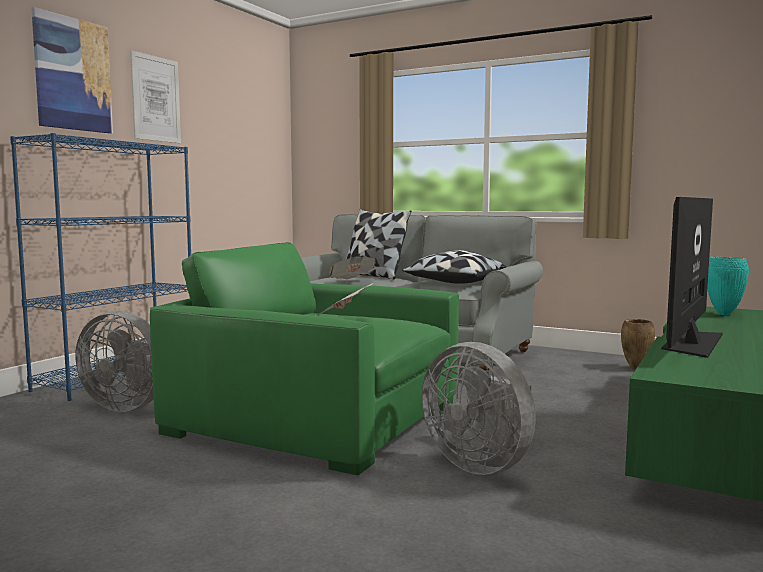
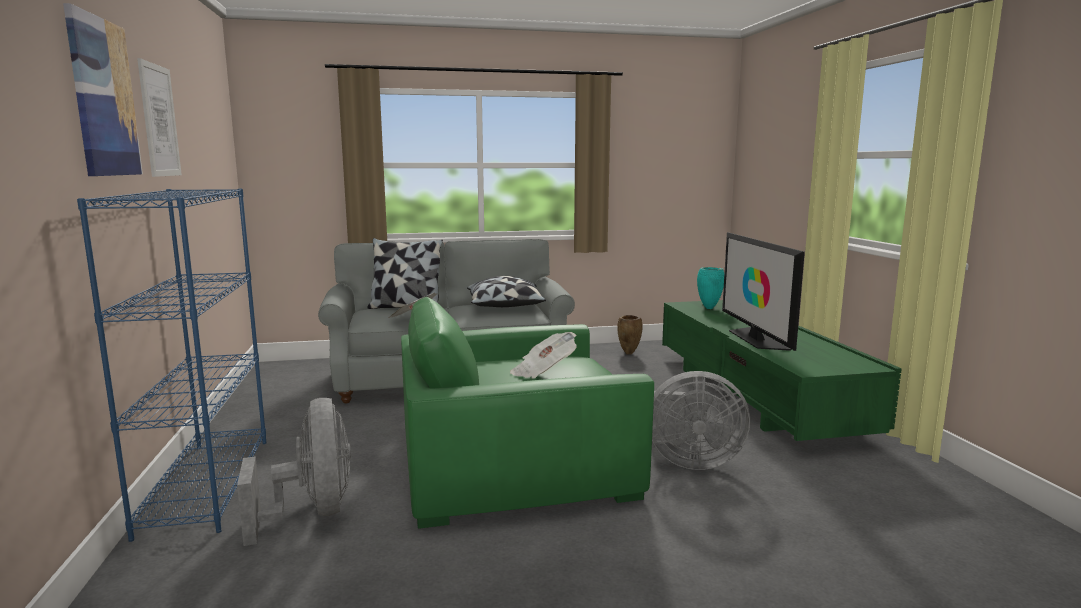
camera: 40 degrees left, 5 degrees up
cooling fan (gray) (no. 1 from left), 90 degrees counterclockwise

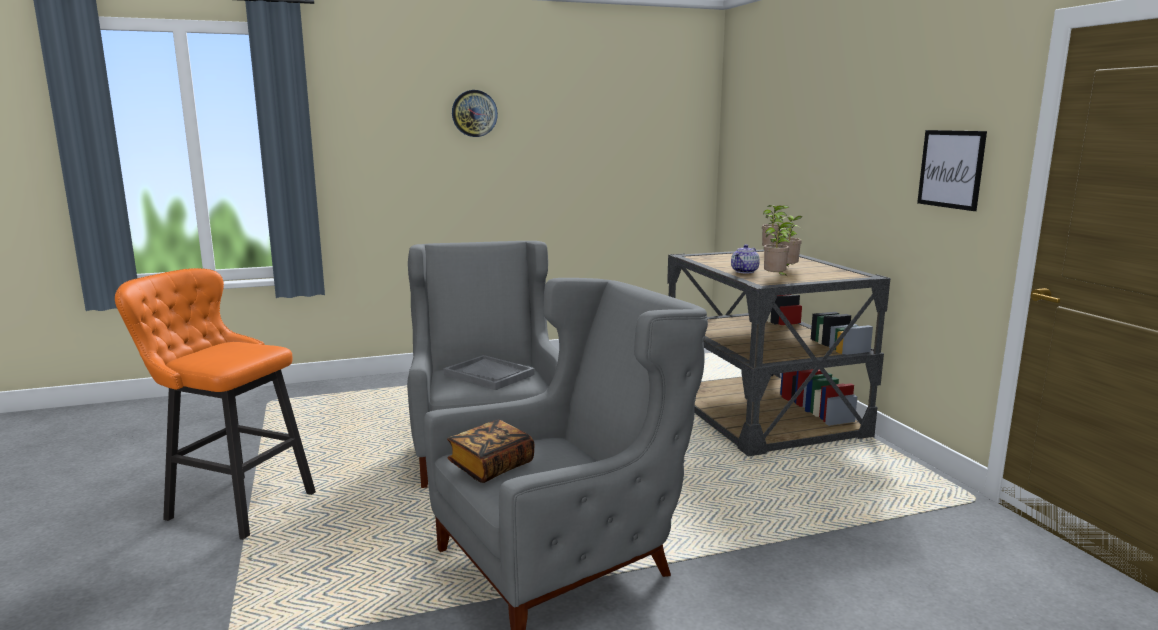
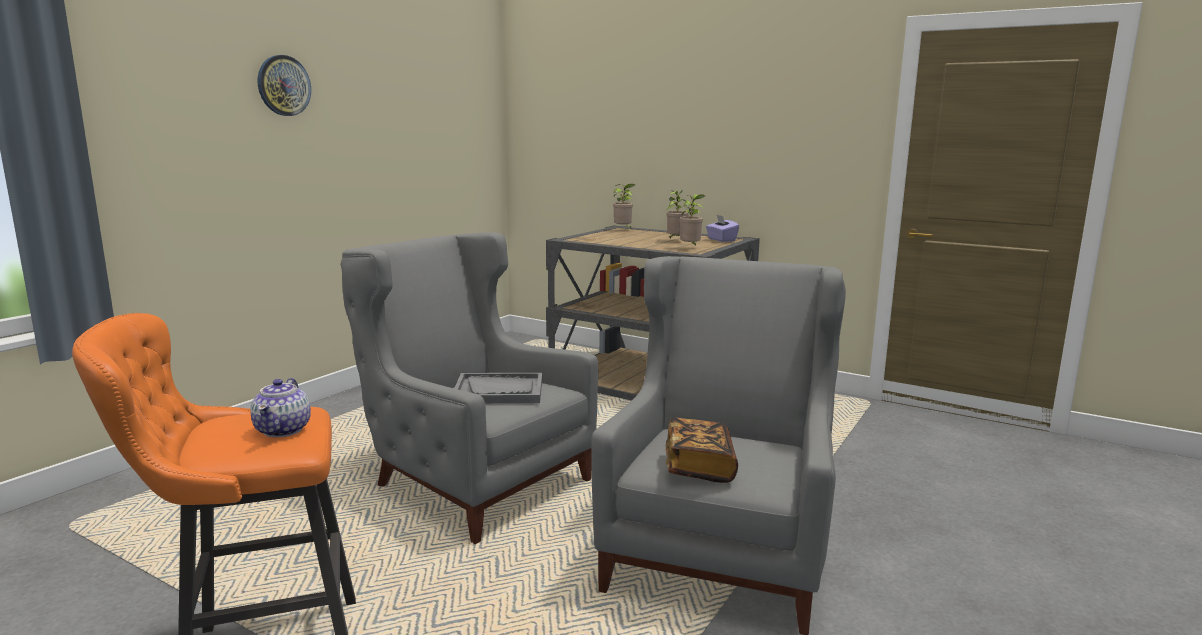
camera: 40 degrees left, 0 degrees up
wall art → -
teapot, relocated
- → tissue box (purple-coloured)

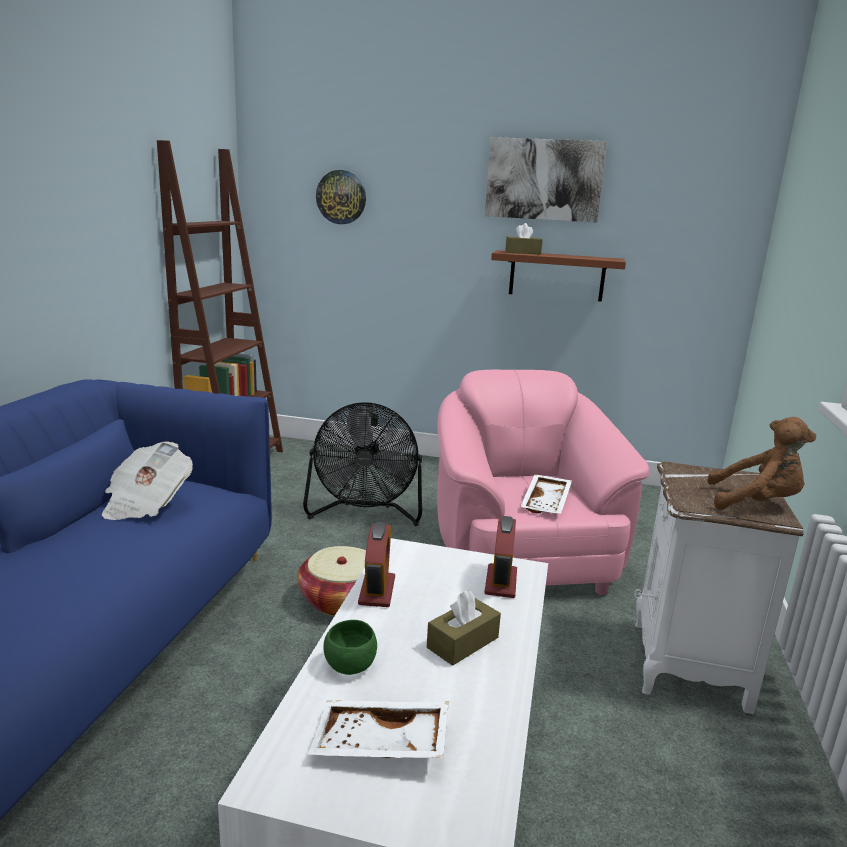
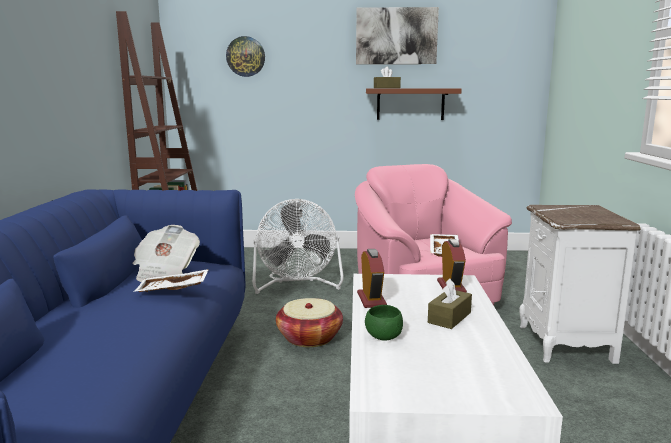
camera: 10 degrees left, 5 degrees down
cooling fan (black-coloured) → cooling fan (white)
cuddly toy (brown) → -
carrying tray (white) (no. 1 from left), relocated

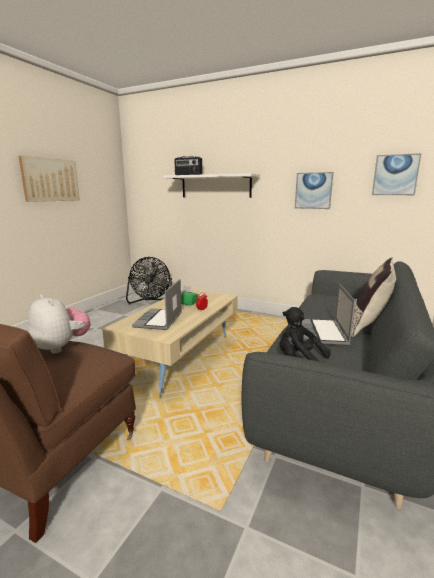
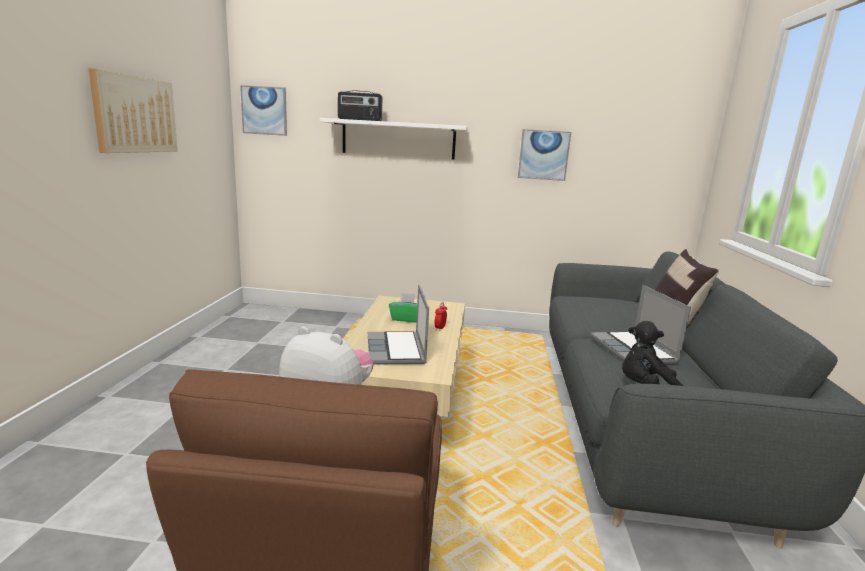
camera: 20 degrees left, 0 degrees up
wall art (no. 3 from left in the first image) → wall art (no. 2 from left), relocated
cooling fan (black-coloured) → -

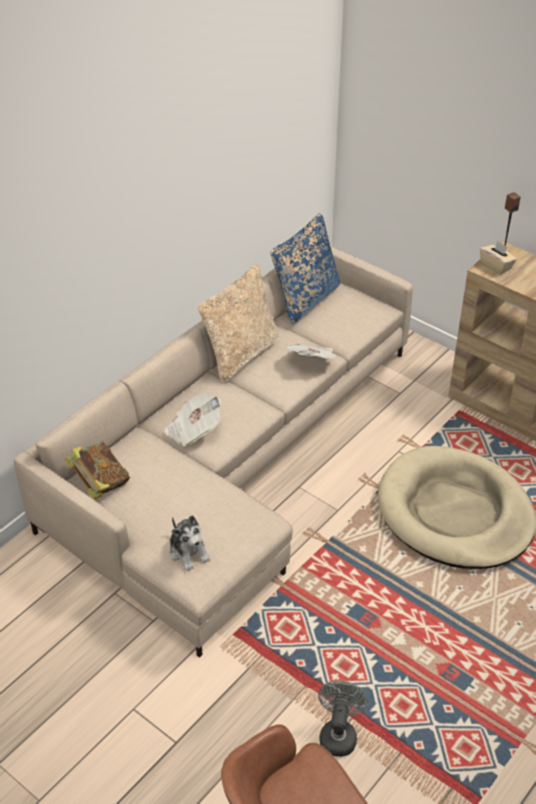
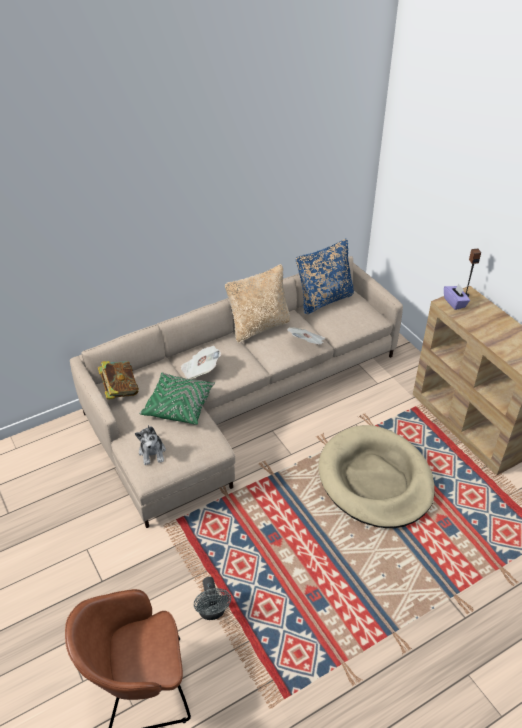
camera: 20 degrees right, 0 degrees up
tissue box (beige-coloured) → tissue box (purple-coloured)
cooling fan (gray), 135 degrees clockwise
- → throw pillow (green)

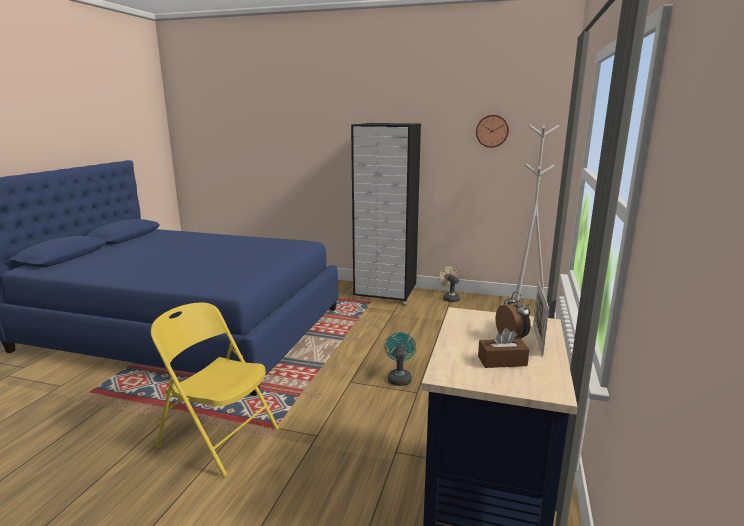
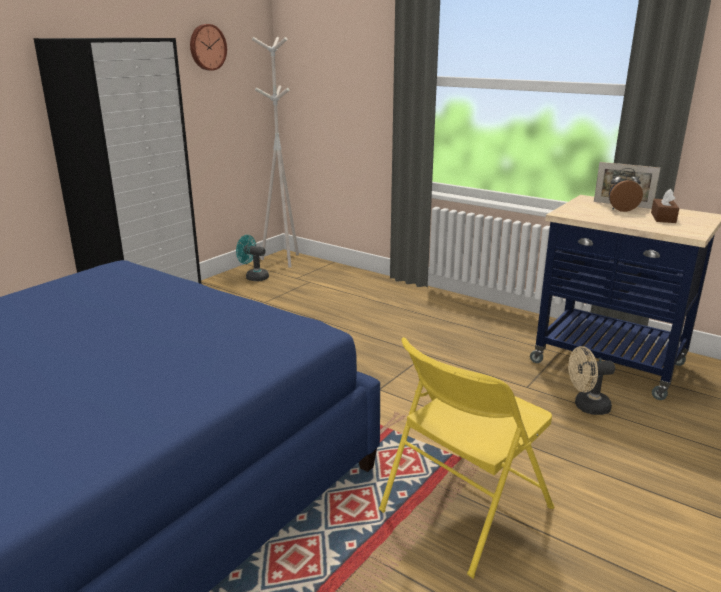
camera: 70 degrees left, 5 degrees up
cooling fan (beige-coloured), relocated
cooling fan (blue-green), relocated

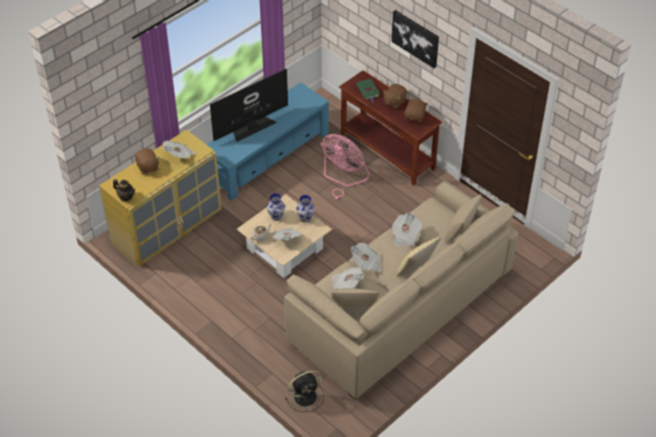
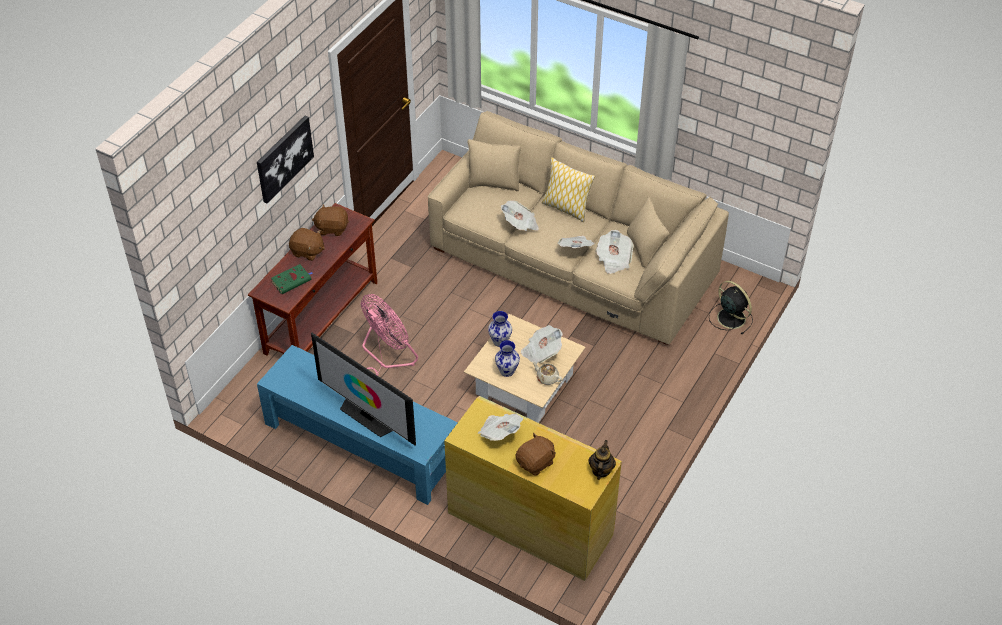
camera: 105 degrees left, 0 degrees up
cooling fan (pink), 120 degrees clockwise

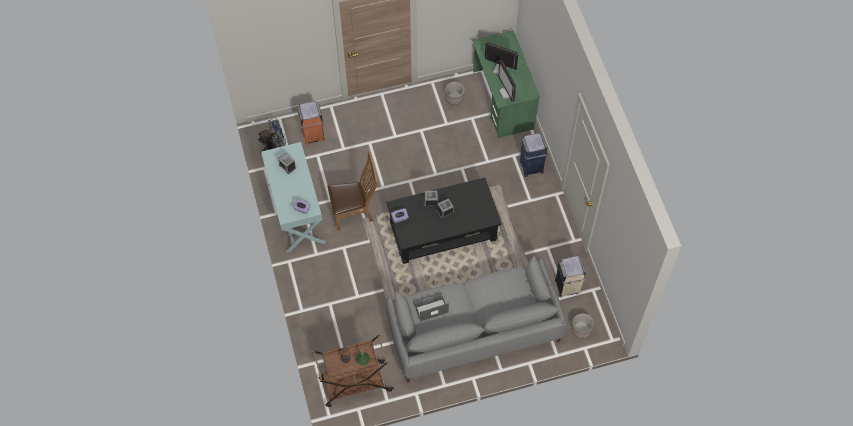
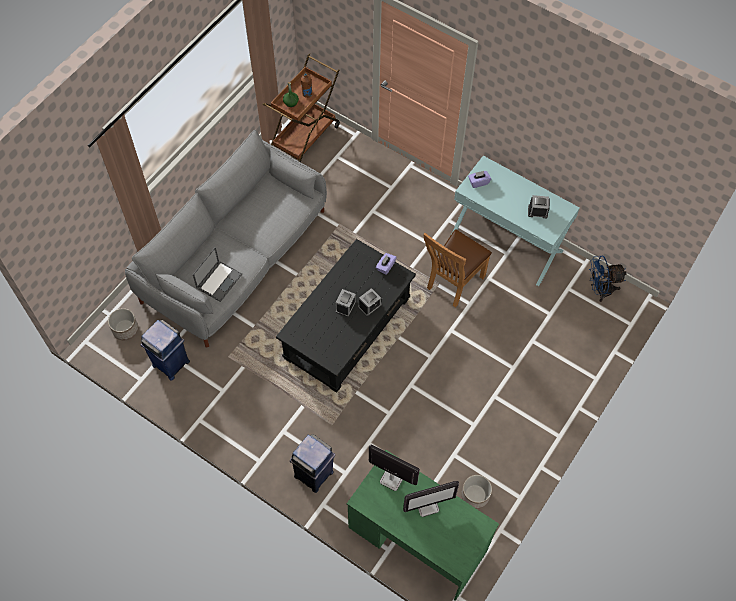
camera: 140 degrees right, 0 degrees up
rubbish bin (orange-coloured) → -
cooling fan (blue), 60 degrees clockwise
rubbish bin (beige-coloured) → rubbish bin (blue) (no. 1 from left)
laptop, relocated

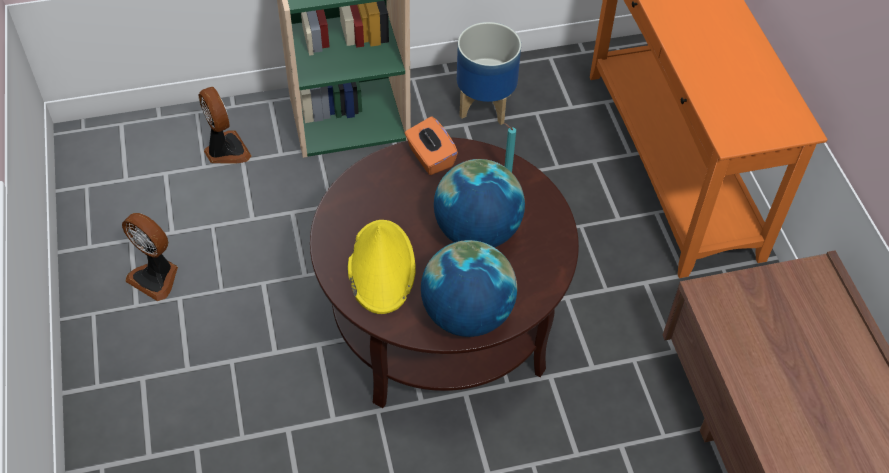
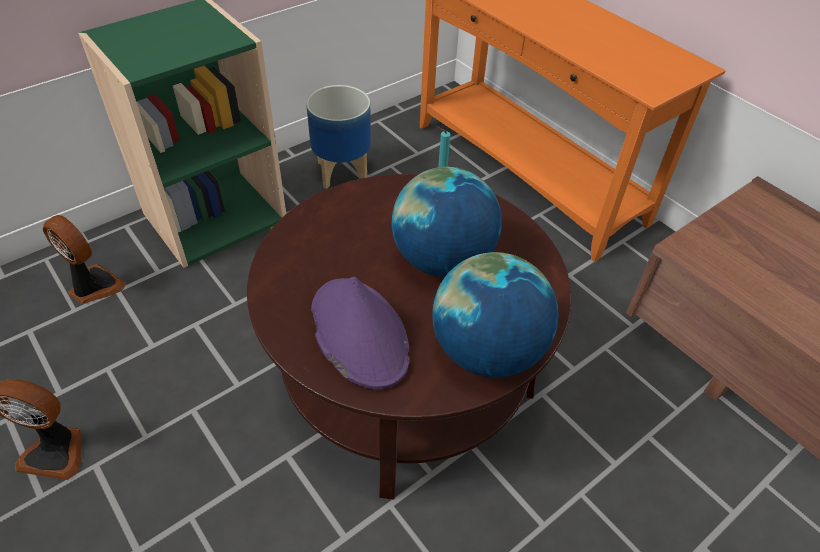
camera: 25 degrees left, 5 degrees down
tissue box (orange-coloured) → -
clothing hat (yellow) → clothing hat (purple-coloured)

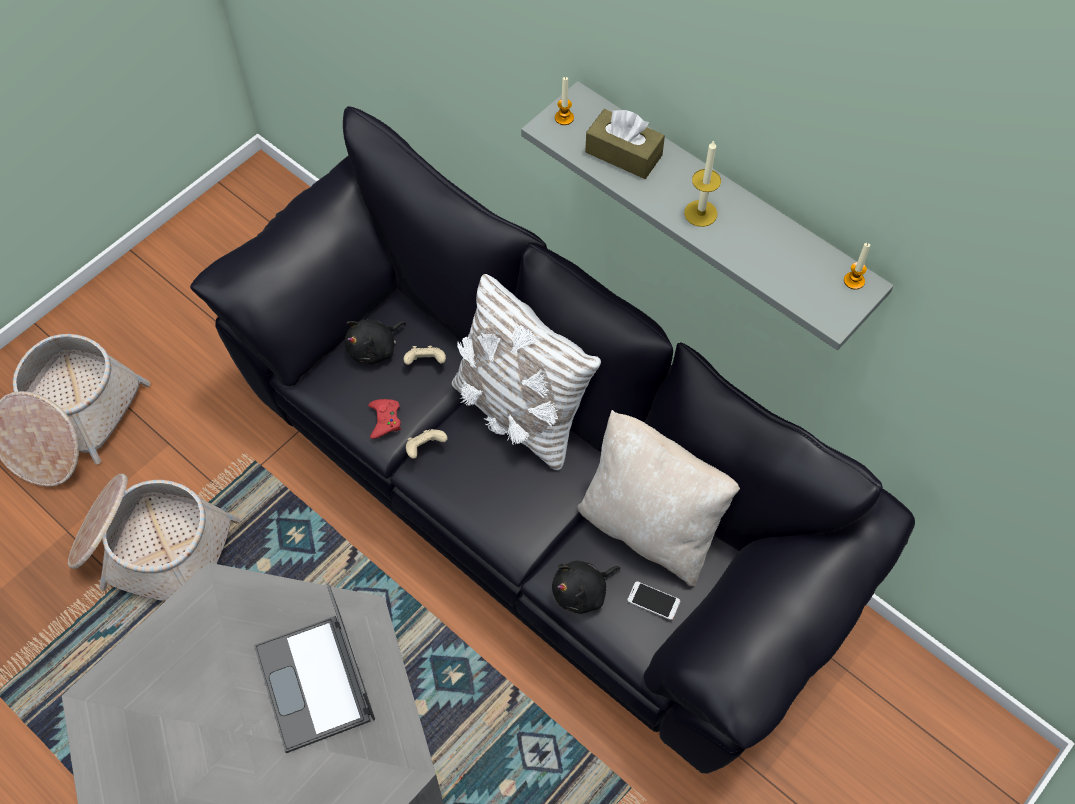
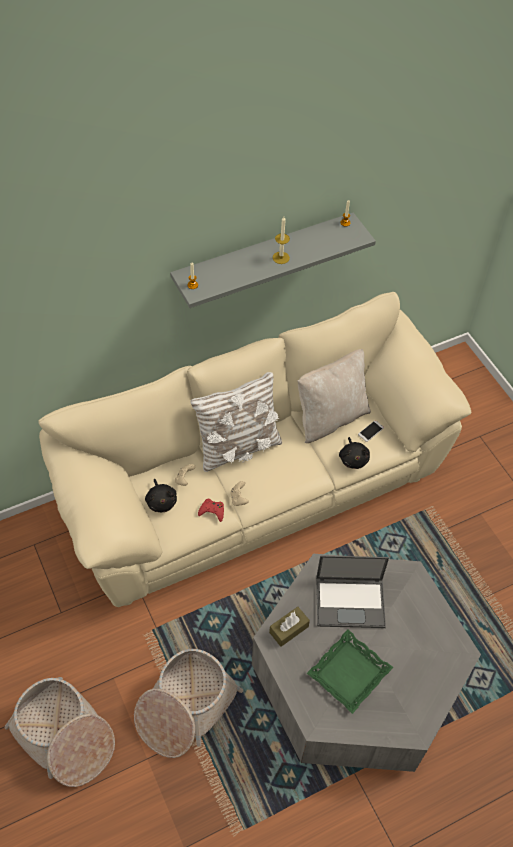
camera: 70 degrees left, 5 degrees down
settee (black-coloured) → settee (beige-coloured)
tissue box (brown), relocated
- → carrying tray (green)

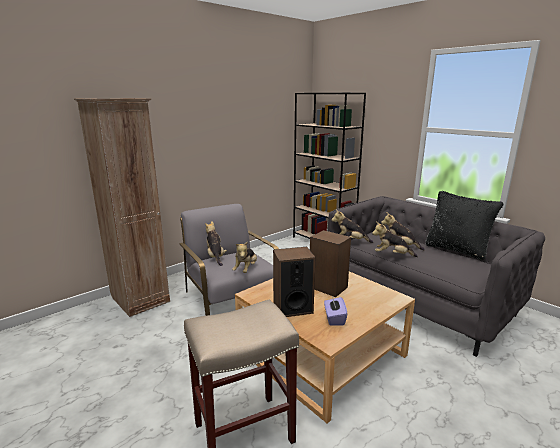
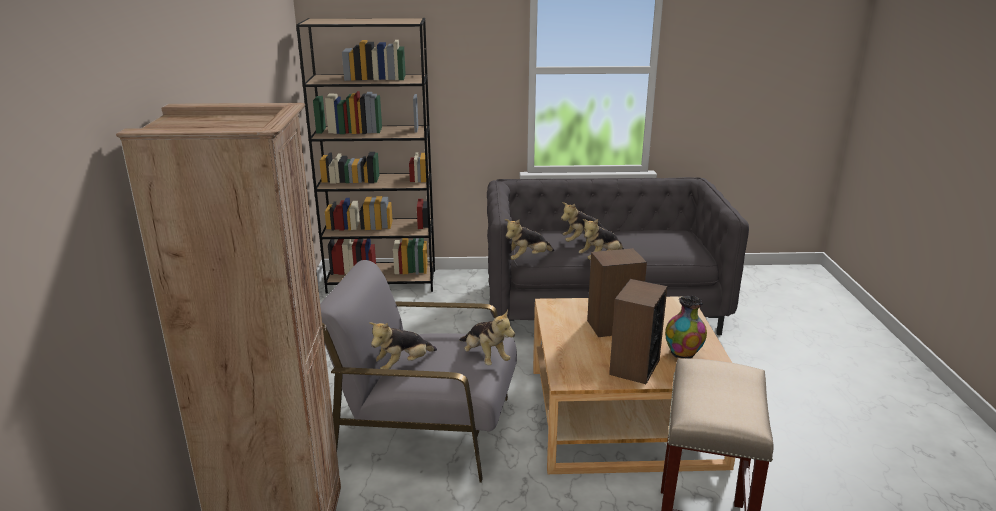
camera: 50 degrees left, 5 degrees up
throw pillow (black-coloured) → -
cuddly toy (no. 1 from left), 60 degrees counterclockwise
tissue box (purple-coloured) → vase

